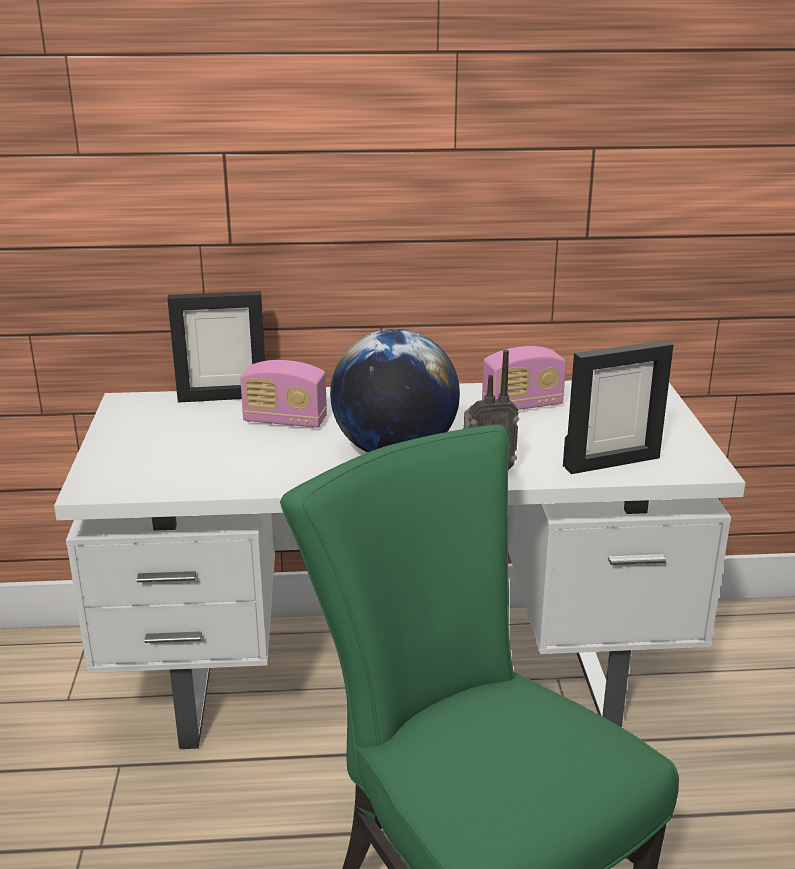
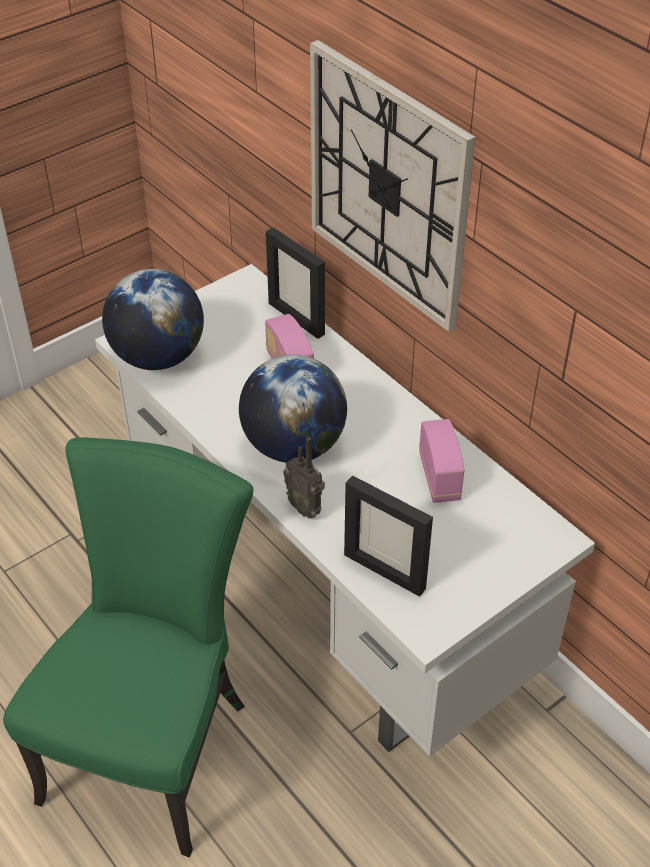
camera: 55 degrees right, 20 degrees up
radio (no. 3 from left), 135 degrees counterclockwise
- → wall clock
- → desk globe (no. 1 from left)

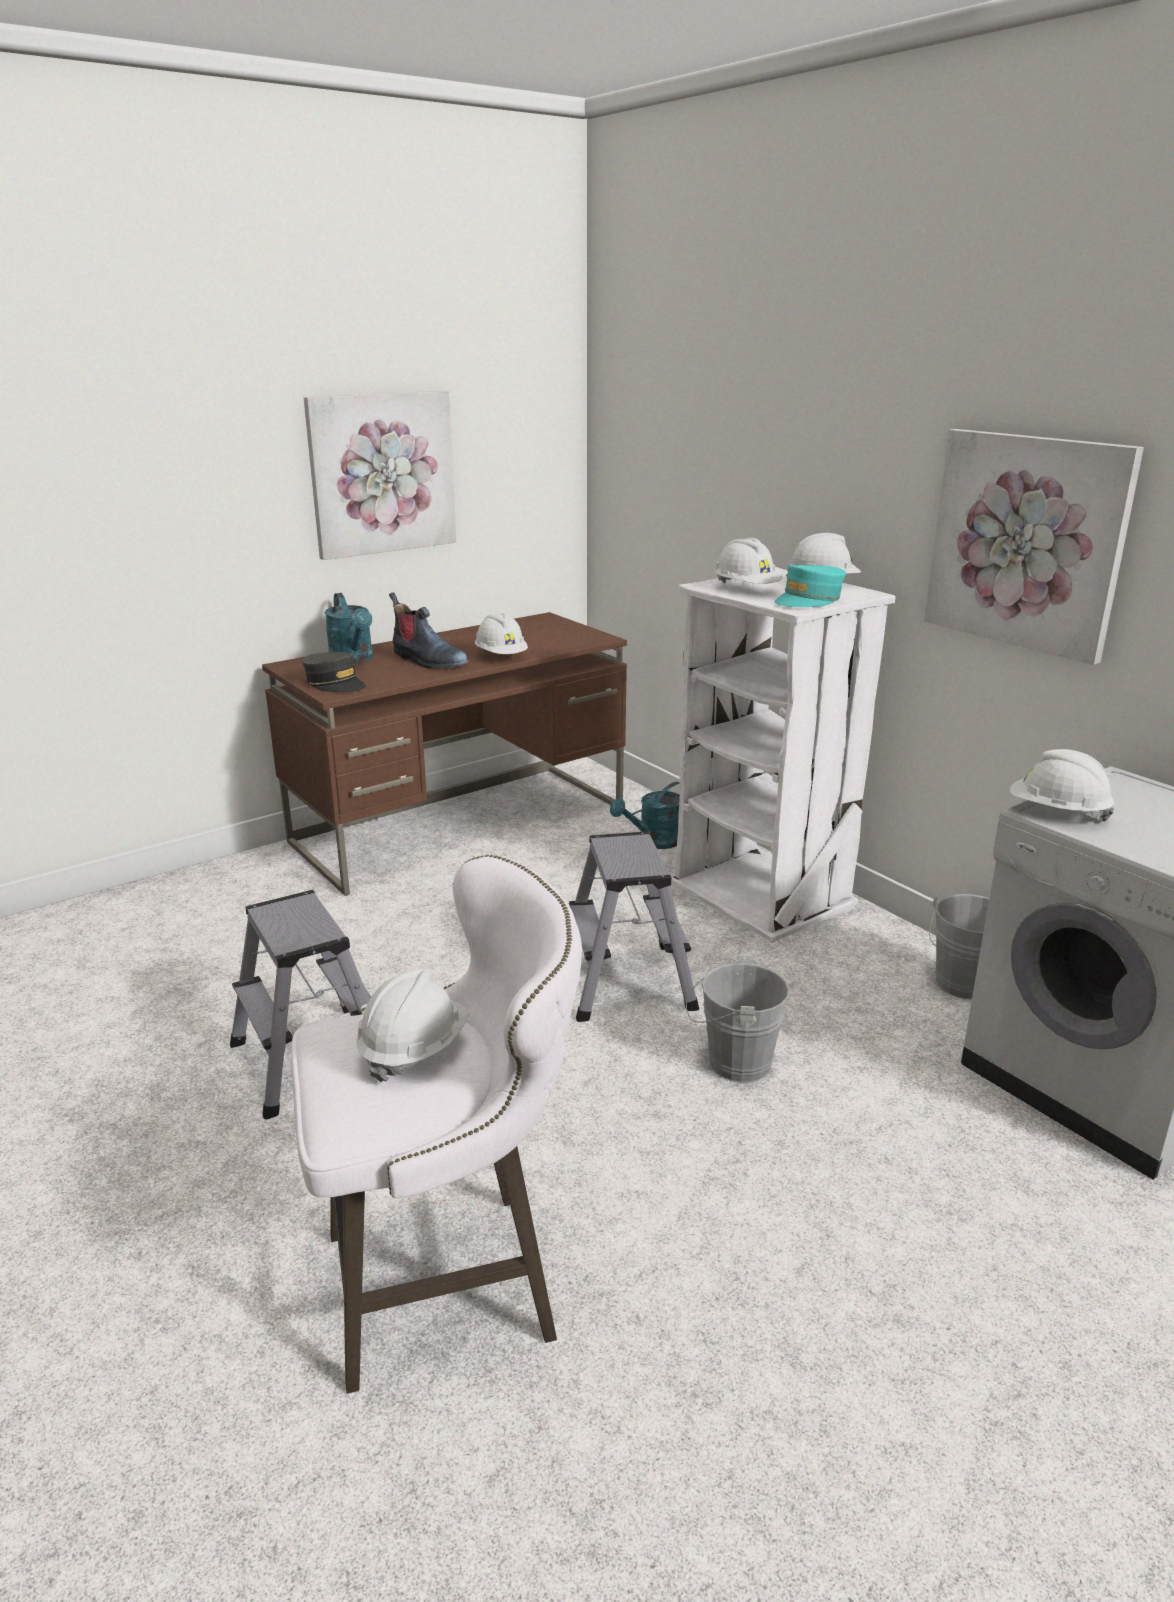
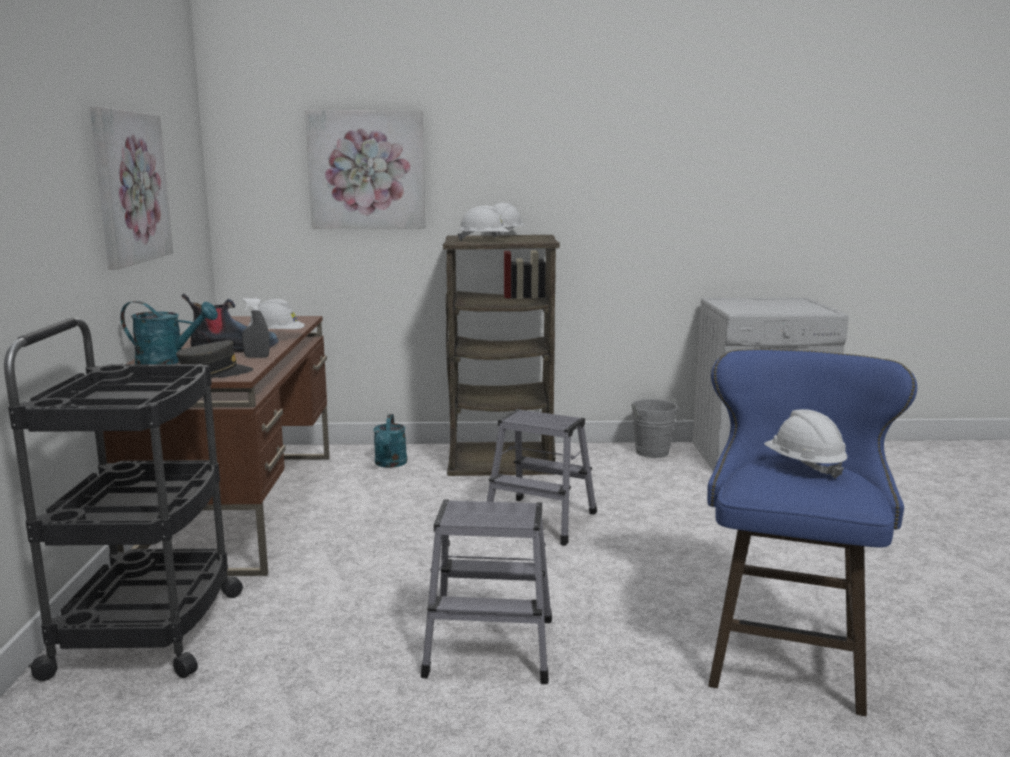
camera: 55 degrees left, 10 degrees down
wall art (no. 2 from left), relocated
peaked cap (blue-green) → -
shelving unit (white) → shelving unit (brown)
work helmet (white) (no. 5 from left) → -
stool (white) → stool (blue)
bucket (gray) (no. 1 from left) → -
- → sprayer (gray)
- → cart (black-coloured)

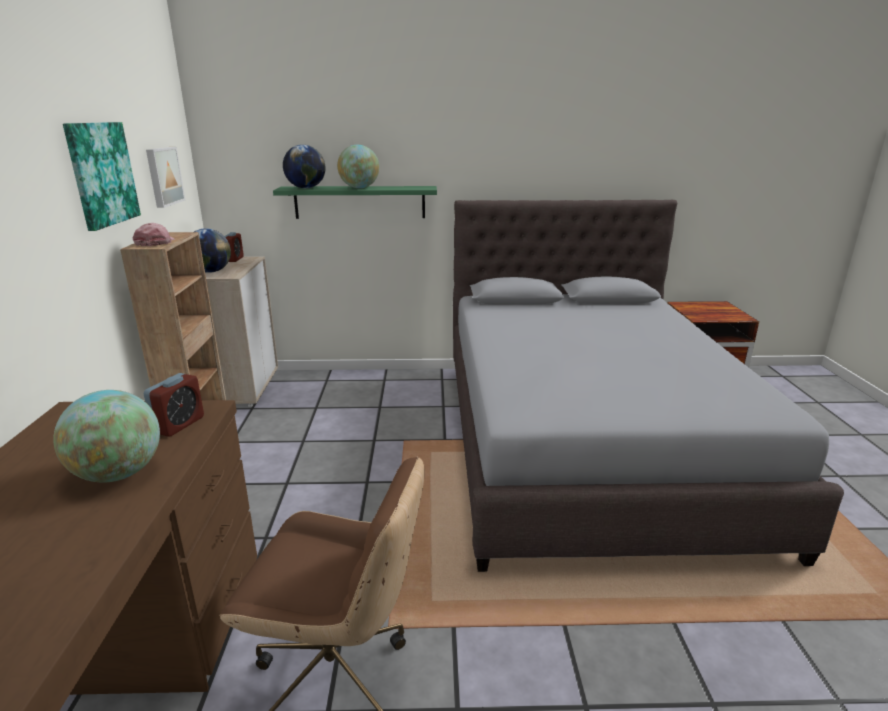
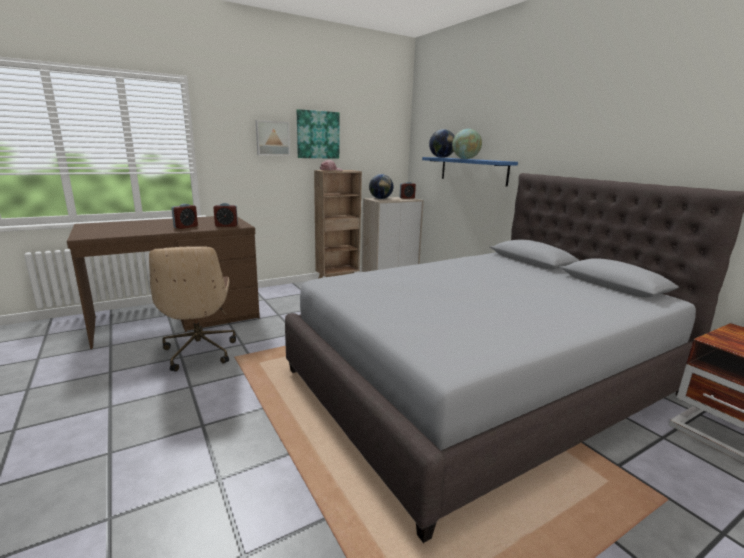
camera: 60 degrees right, 5 degrees down
wall art (no. 2 from left in the first image) → wall art (no. 1 from left), relocated
bracket shelf (green) → bracket shelf (blue)
desk globe (no. 1 from left) → alarm clock (no. 1 from left)

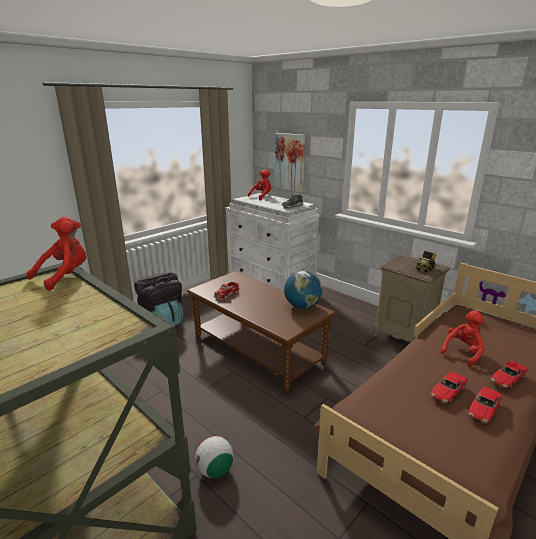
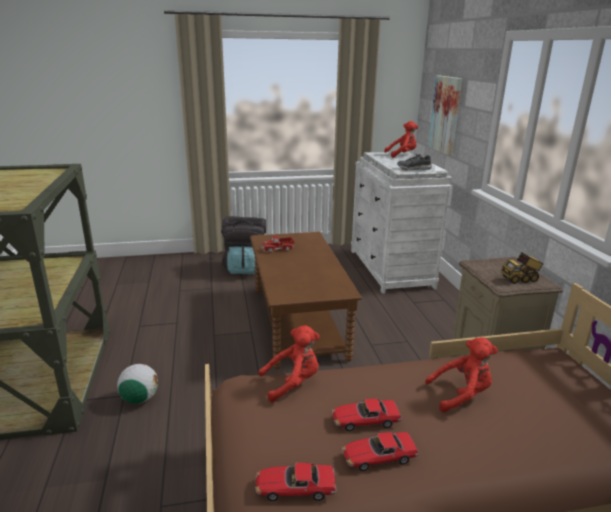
camera: 35 degrees right, 0 degrees up
cuddly toy (red) (no. 1 from left), relocated
desk globe → -
toy car (no. 3 from left in the first image) → toy car (no. 1 from left), relocated

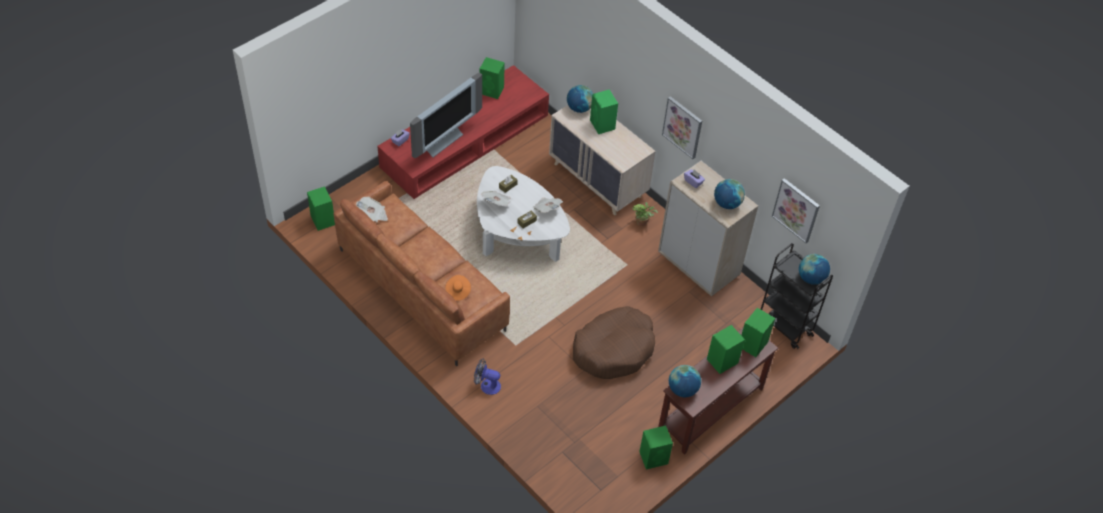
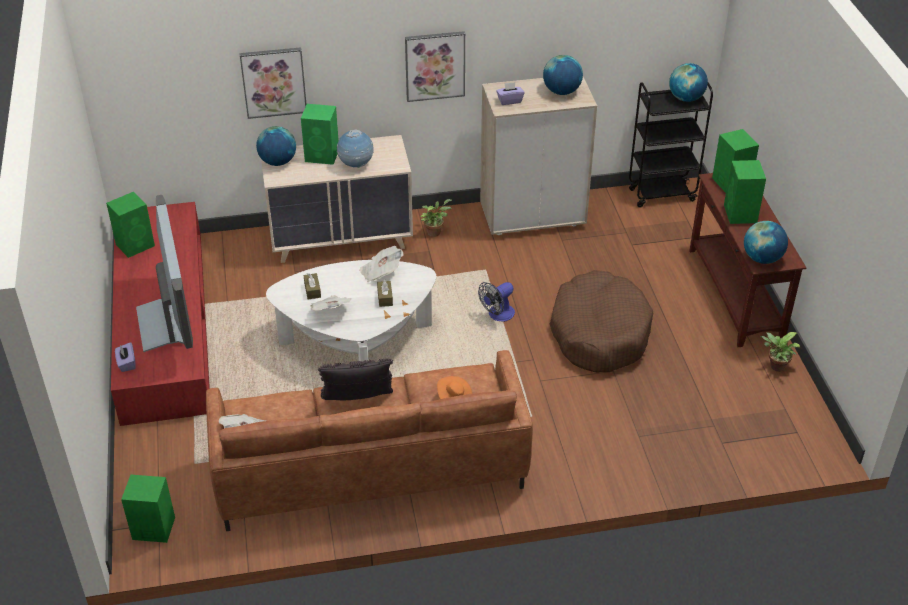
camera: 55 degrees left, 10 degrees down
wall art (no. 2 from left in the first image) → wall art (no. 1 from left), relocated
cooling fan, relocated
audio speaker (green) (no. 4 from left) → plant in a pot (no. 2 from left)
- → desk globe (no. 2 from left)
- → throw pillow (black-coloured)

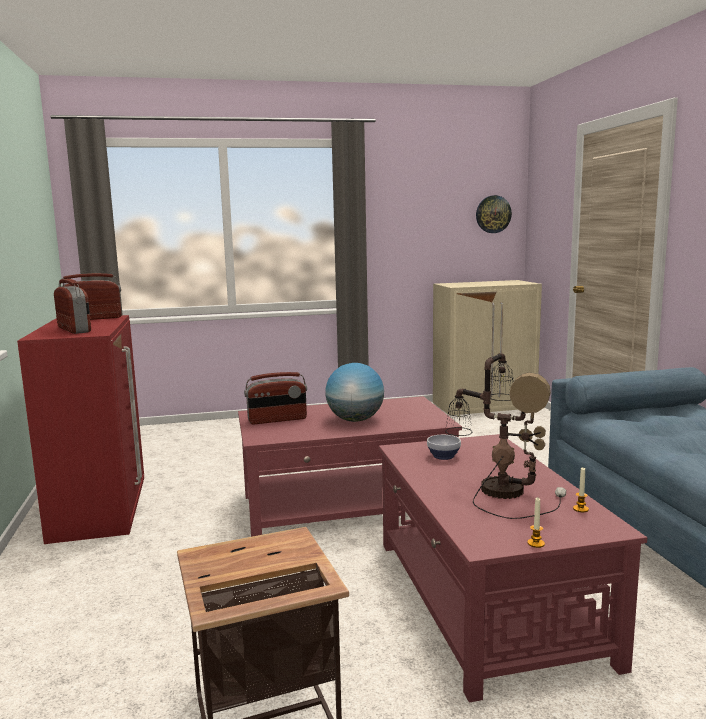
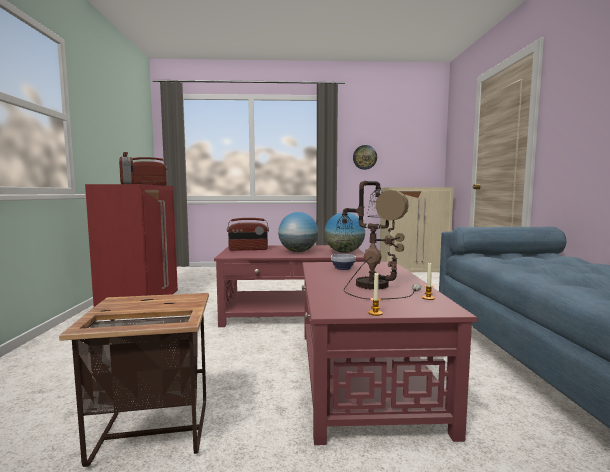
camera: 10 degrees right, 5 degrees down
wall clock, relocated
- → desk globe (no. 2 from left)

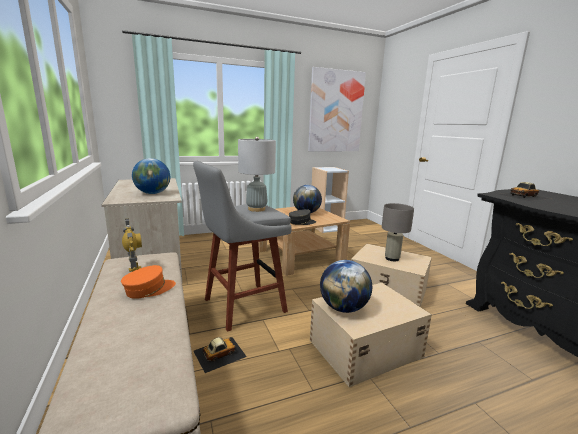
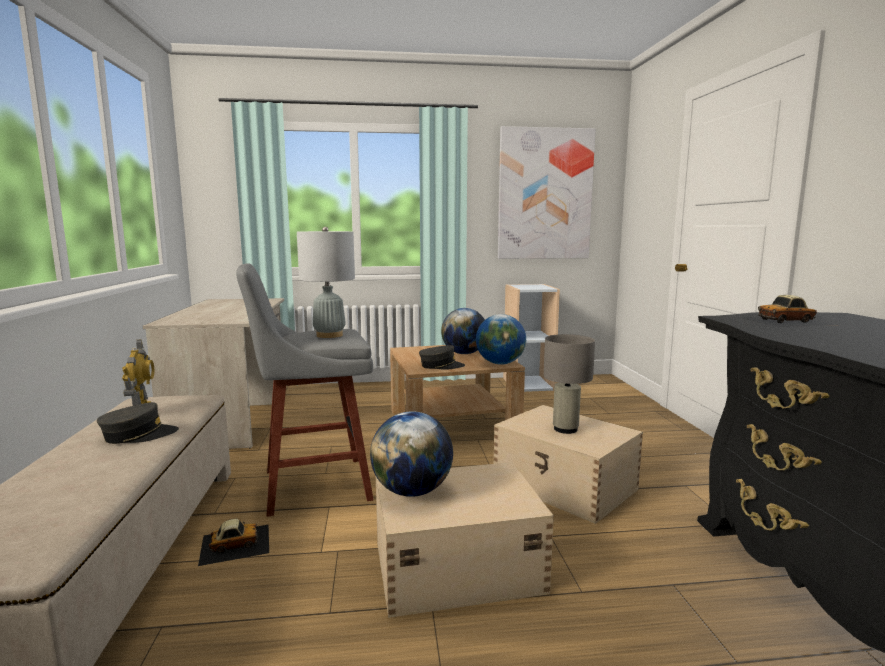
camera: 15 degrees right, 5 degrees down
desk globe (no. 1 from left in the first image) → desk globe (no. 3 from left), relocated
peaked cap (orange-coloured) → peaked cap (gray) (no. 1 from left)

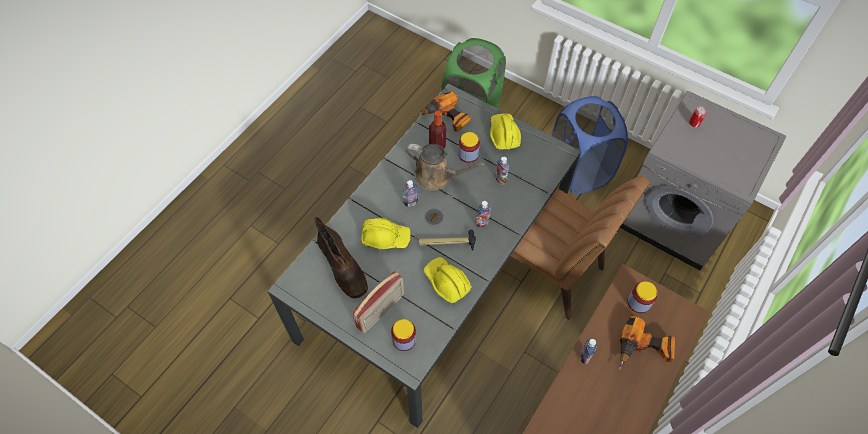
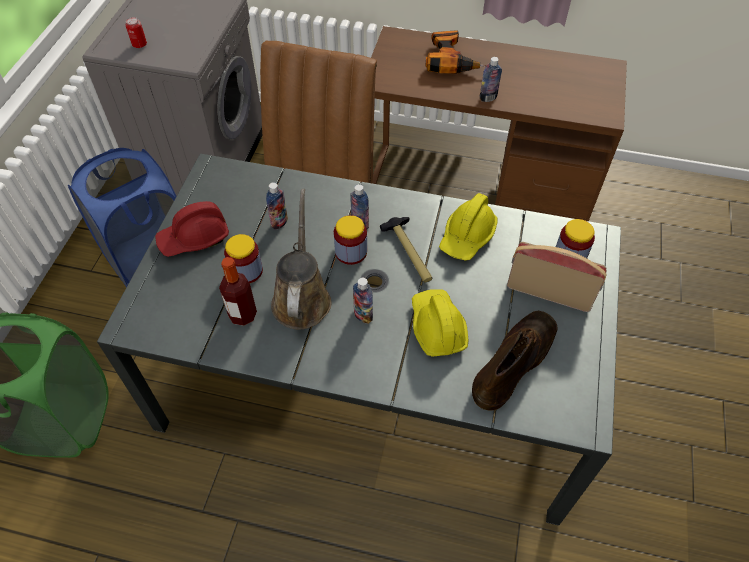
camera: 110 degrees left, 5 degrees down
drill (no. 1 from left) → -
work helmet (yellow) (no. 3 from left) → work helmet (red)
jar (no. 3 from left in the first image) → jar (no. 2 from left), relocated

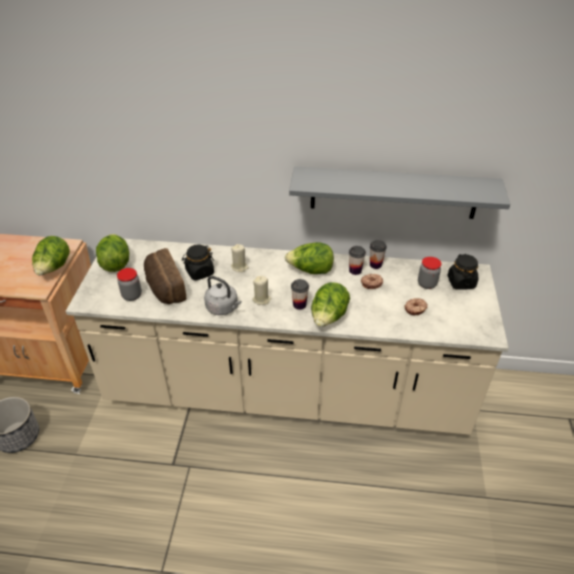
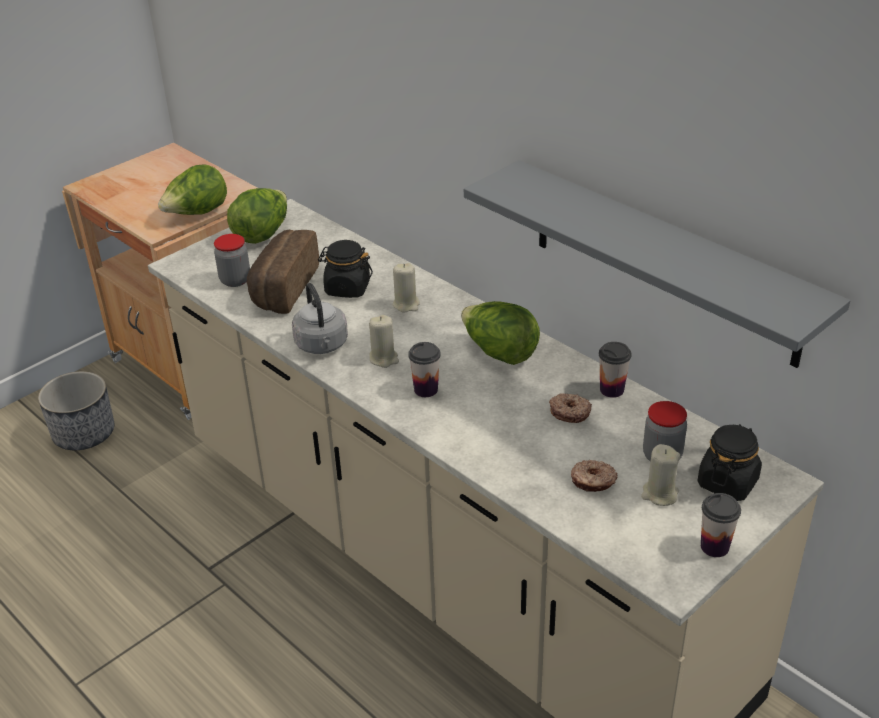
camera: 40 degrees right, 5 degrees down
small cup (no. 2 from left in the first image) → small cup (no. 3 from left), relocated
lettuce (no. 4 from left) → -
- → candle (beige-coloured) (no. 3 from left)

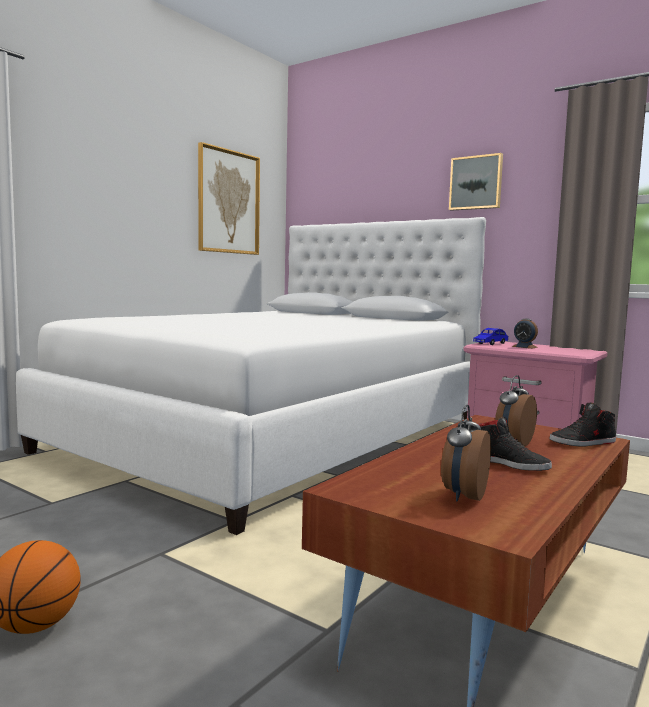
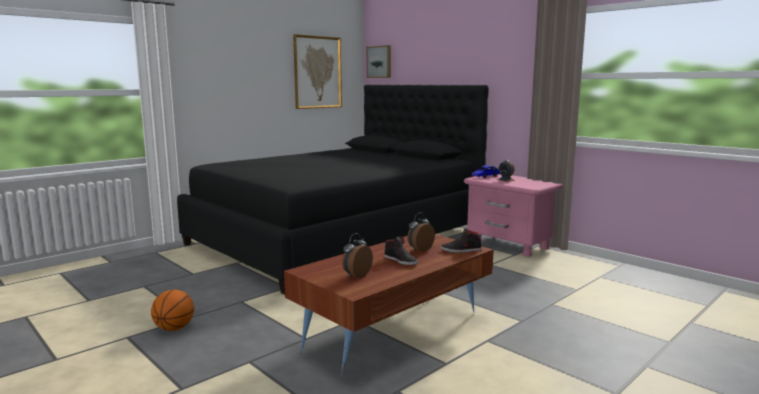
camera: 10 degrees right, 5 degrees up
wall art (no. 2 from left), relocated
bed (white) → bed (black-coloured)

